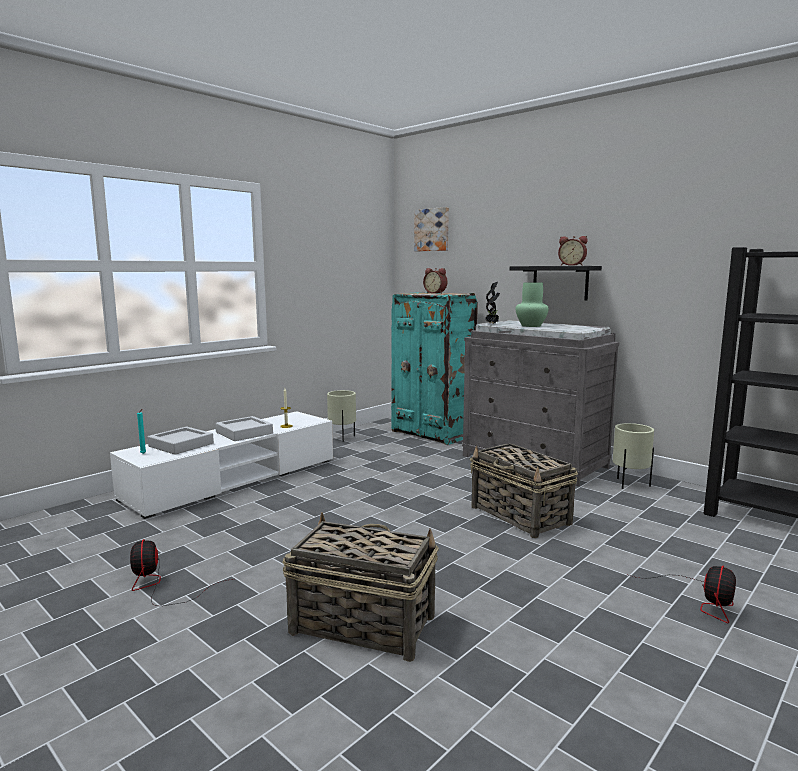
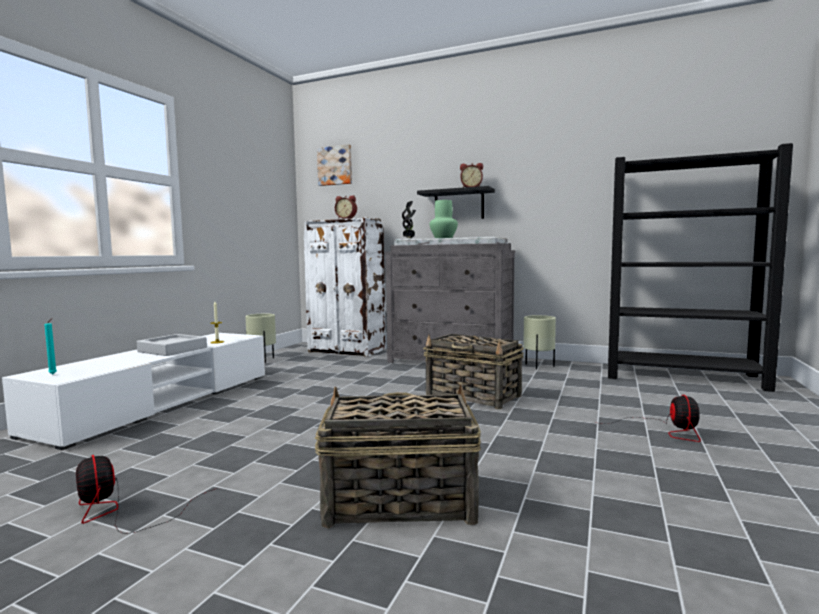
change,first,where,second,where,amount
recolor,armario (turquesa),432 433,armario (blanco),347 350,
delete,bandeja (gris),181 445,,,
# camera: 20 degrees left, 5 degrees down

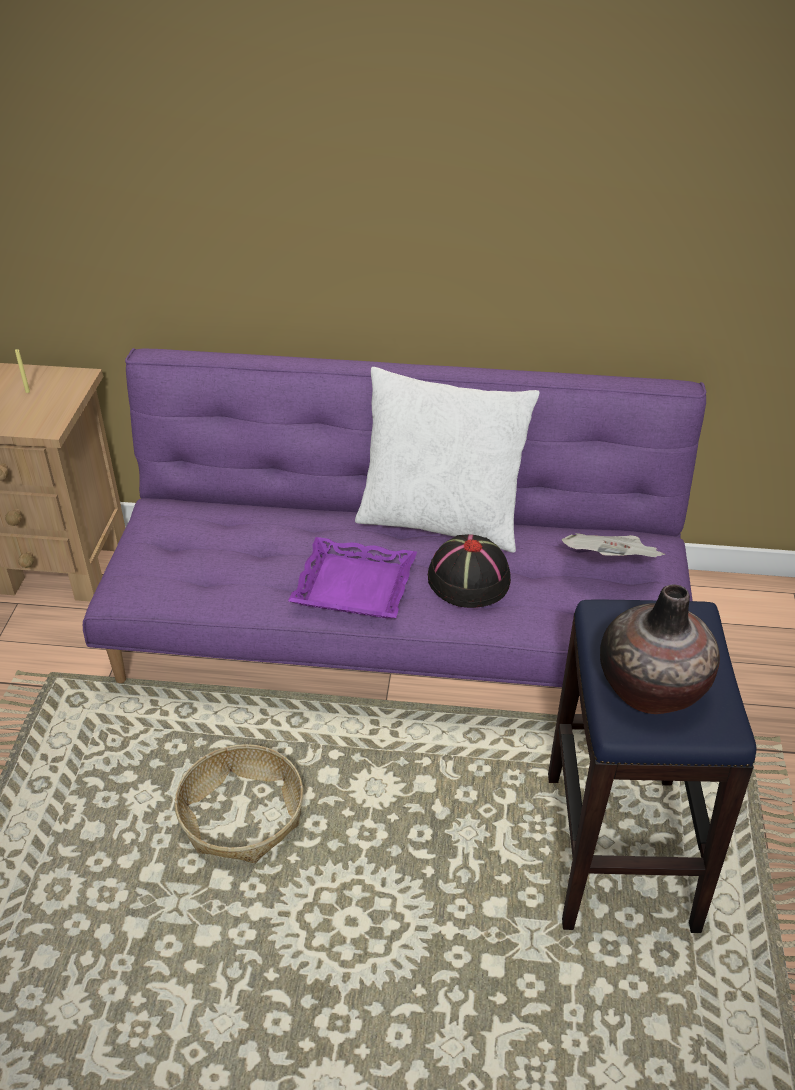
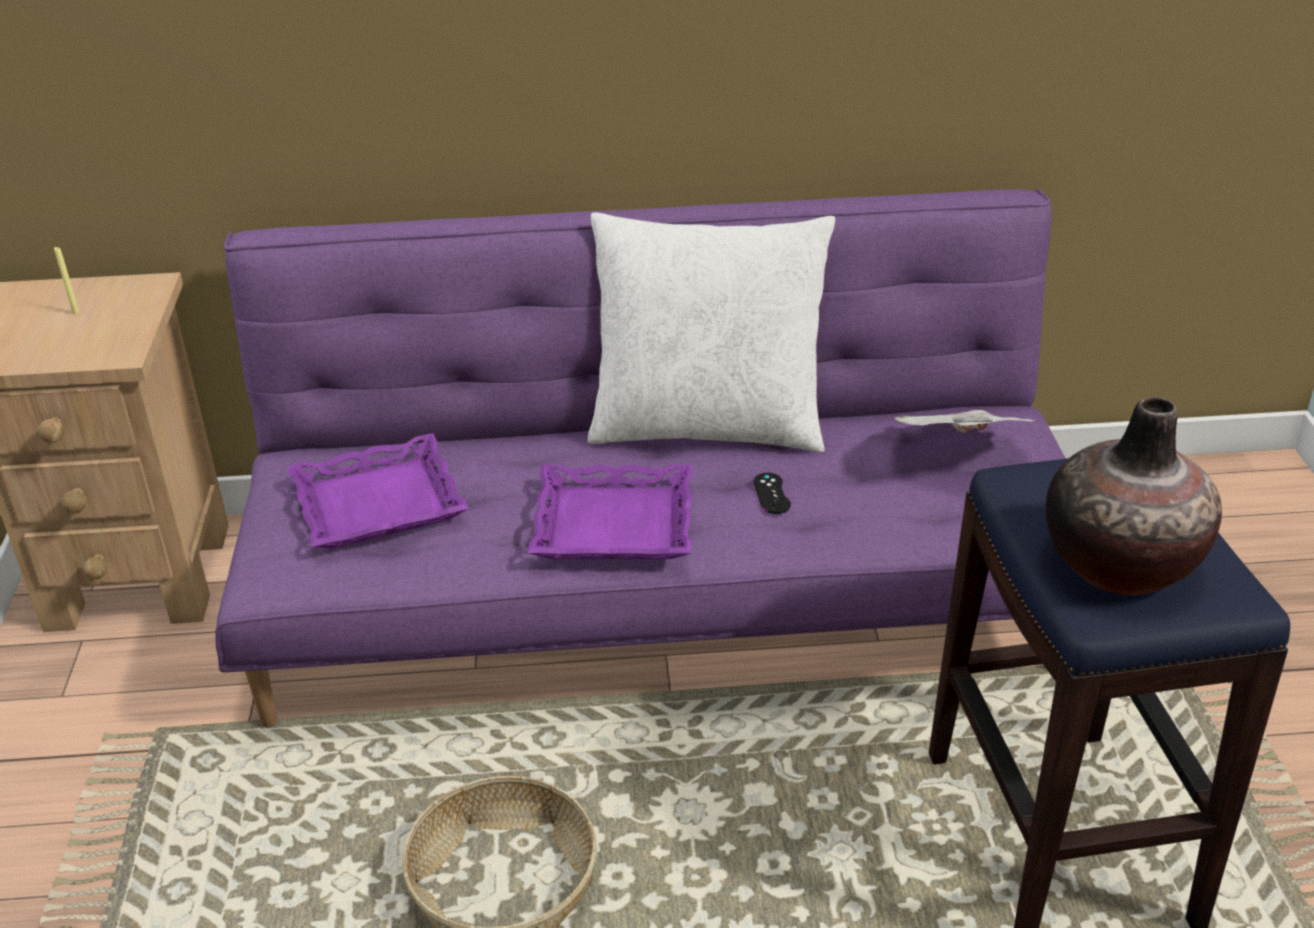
change,first,where,second,where,amount
replace,sombrero (negro),468 579,mando de consola (negro),771 494,
insert,,,bandeja (morado),378 502,
# camera: 10 degrees left, 5 degrees down

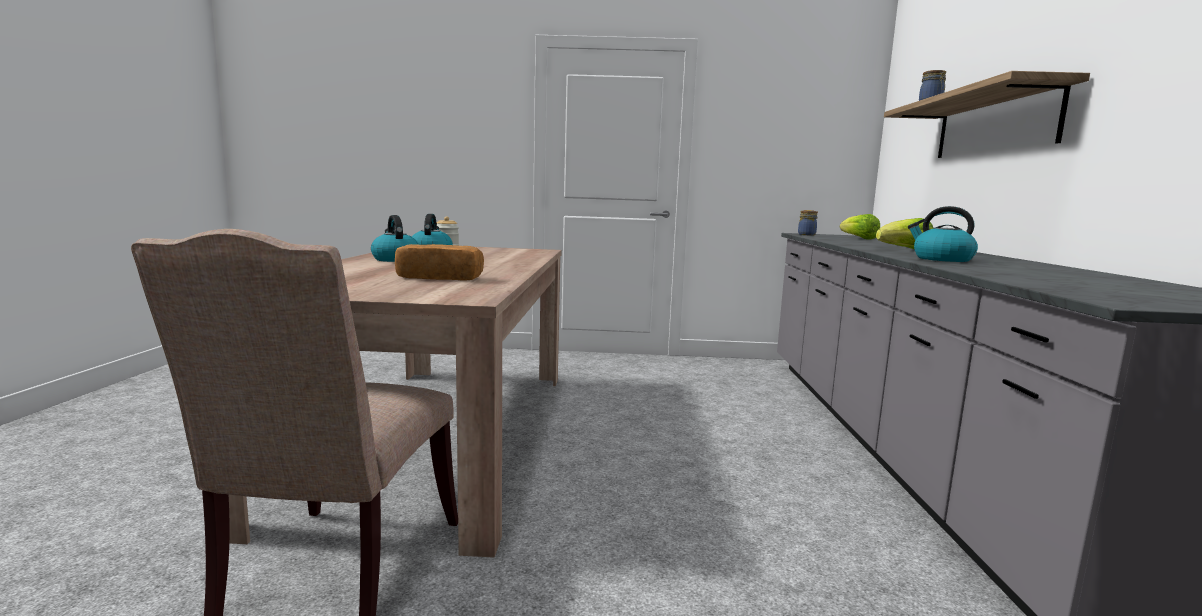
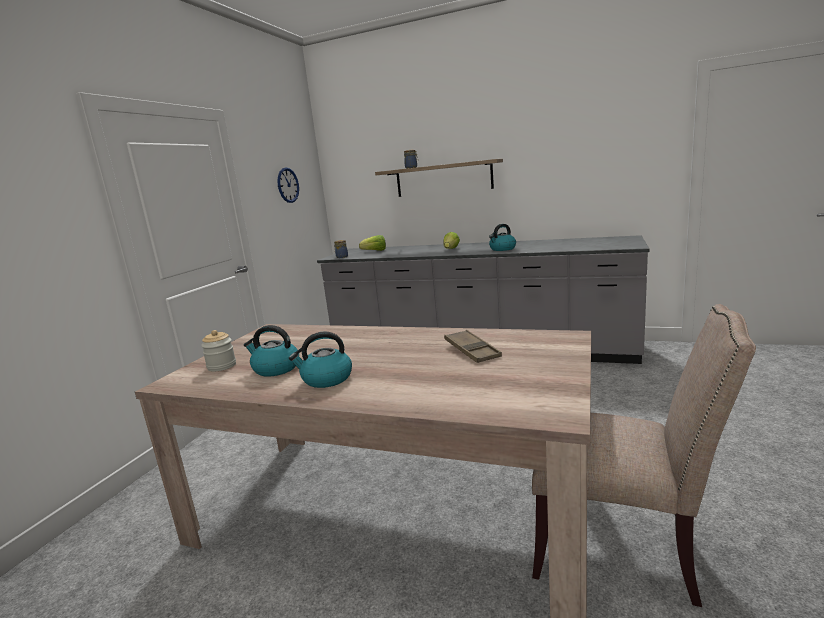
change,first,where,second,where,amount
replace,pan,440 278,bandeja (marrón),472 351,
insert,,,reloj de pared,288 185,
# camera: 70 degrees left, 5 degrees up

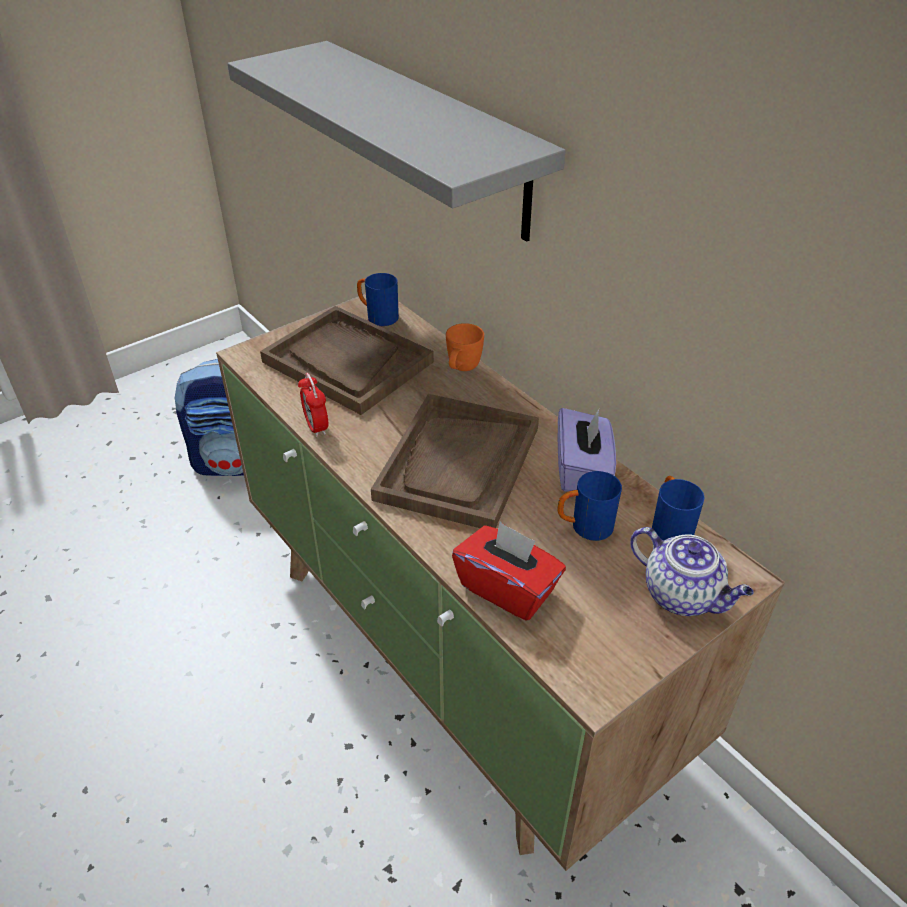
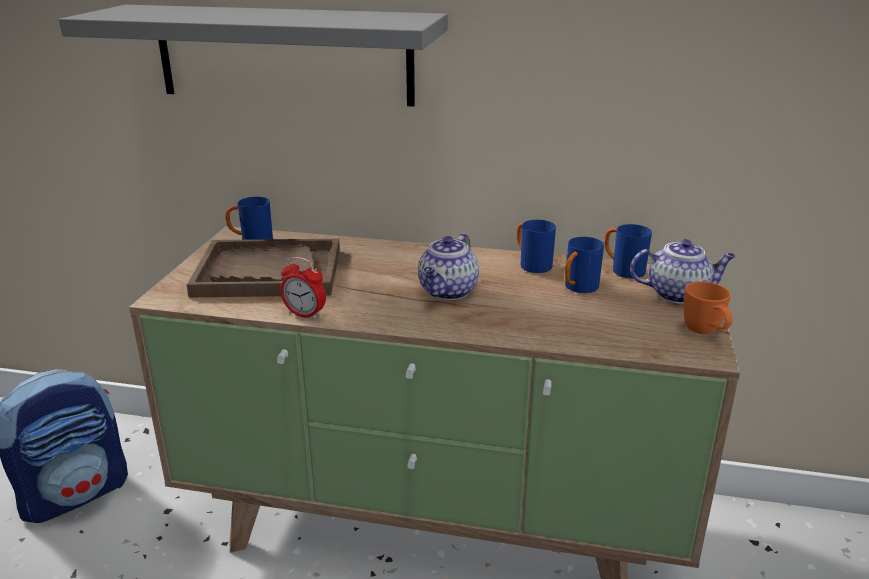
change,first,where,second,where,amount
move,taza grande (naranja),461 369,,706 333,
replace,bandeja (marrón),458 463,tetera,448 292,
replace,caja de pañuelos (morado),582 470,taza grande (azul),531 264,
delete,caja de pañuelos (rojo),507 588,,,
# camera: 40 degrees left, 15 degrees down

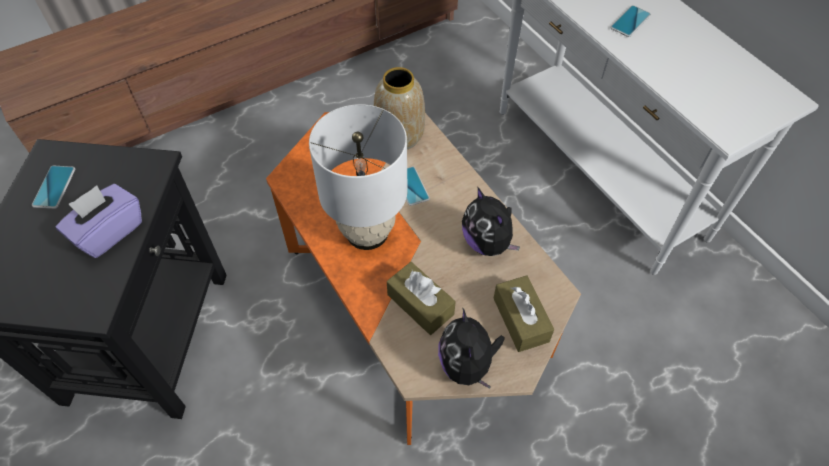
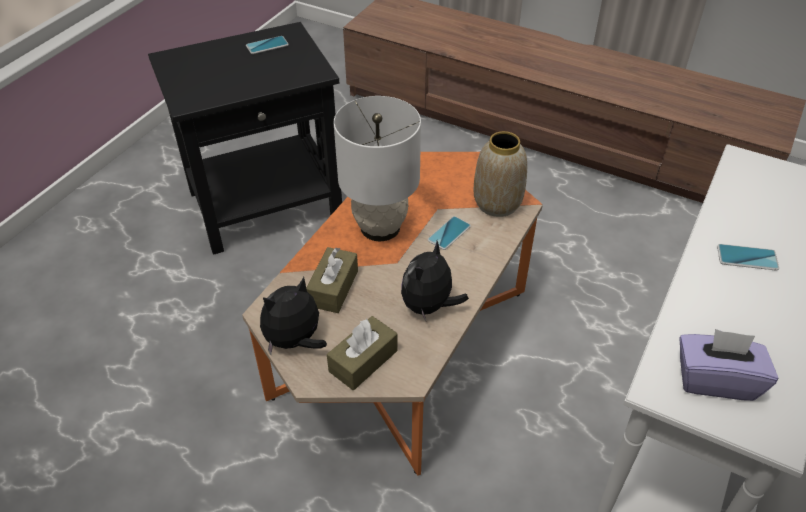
change,first,where,second,where,amount
move,caja de pañuelos (morado),108 231,,715 379,
# camera: 60 degrees right, 10 degrees down

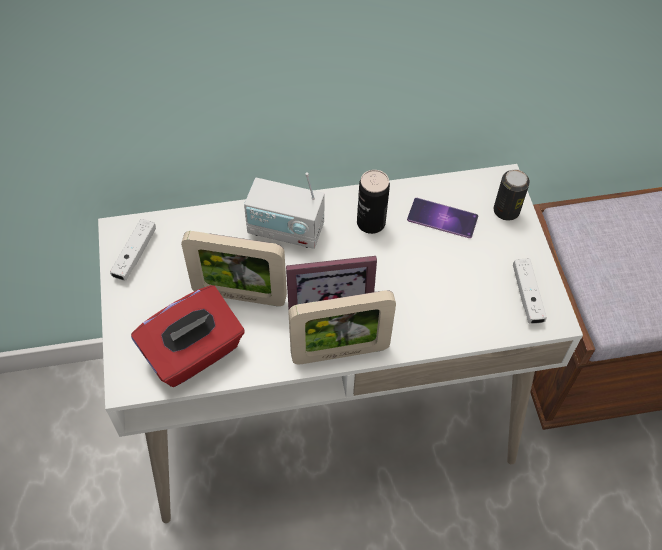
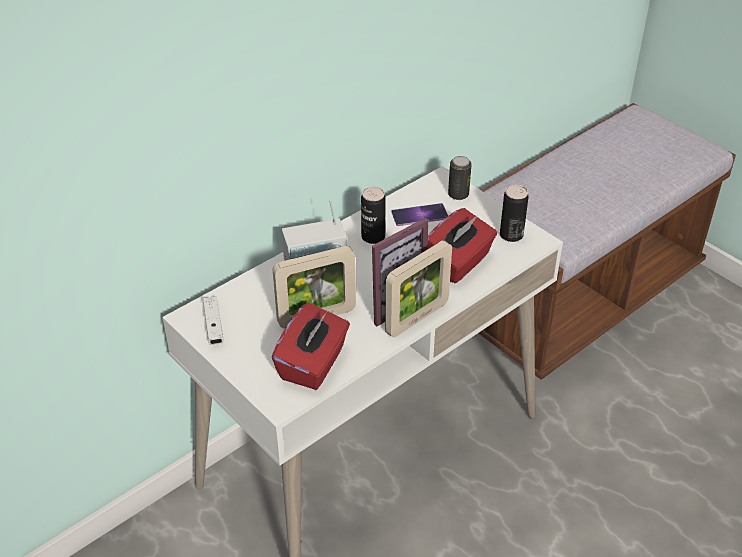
change,first,where,second,where,amount
replace,mando de consola (blanco),527 295,lata,511 235,
insert,,,caja de pañuelos (rojo),458 263,
# camera: 30 degrees left, 15 degrees down

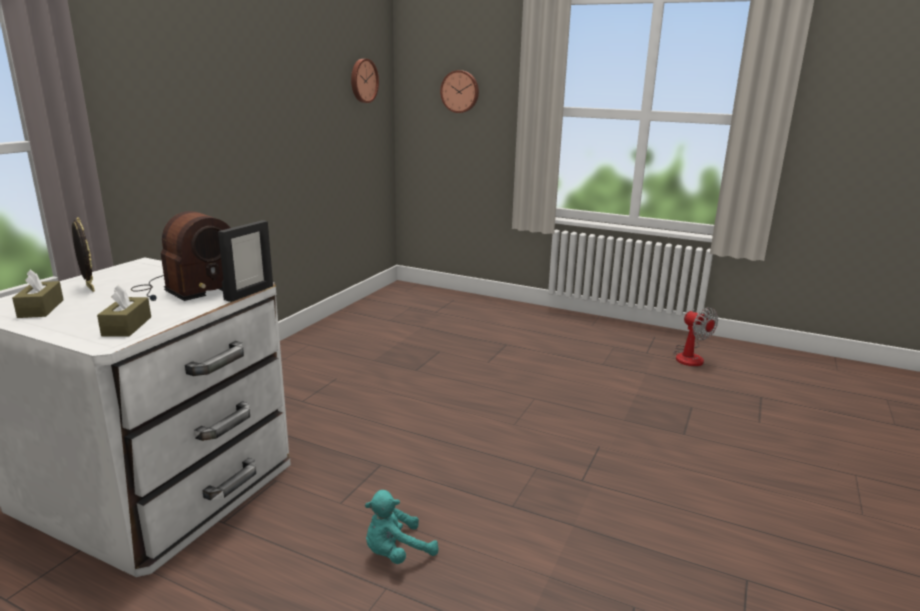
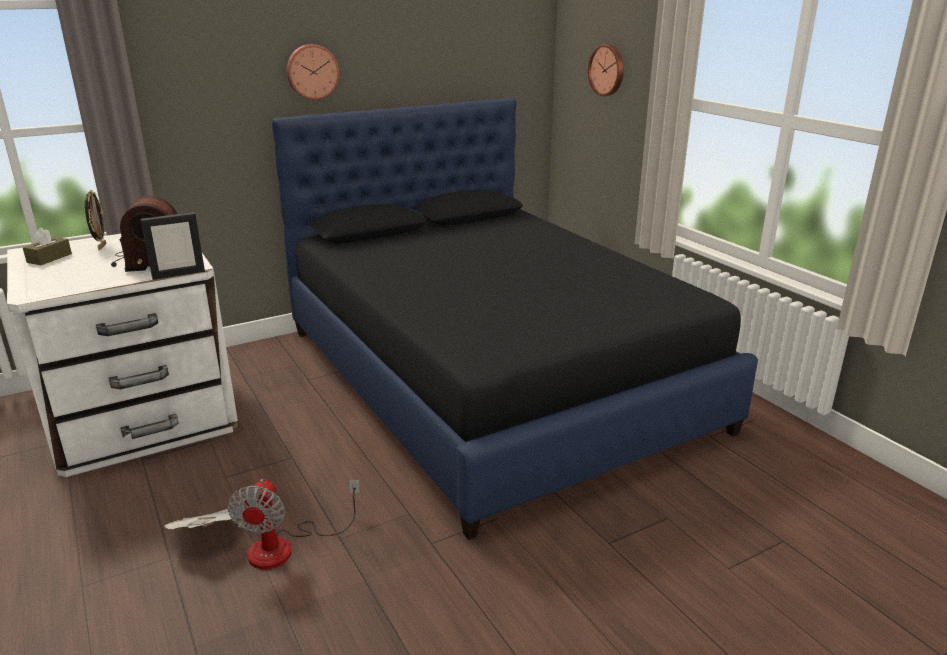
change,first,where,second,where,amount
move,reloj de pared,363 81,,312 72,
delete,caja de pañuelos (marrón),127 326,,,
move,ventilador,689 356,,286 547,
replace,peluche (turquesa),396 553,periódico,209 534,
insert,,,cama (negro),490 377,
# camera: 35 degrees right, 5 degrees up

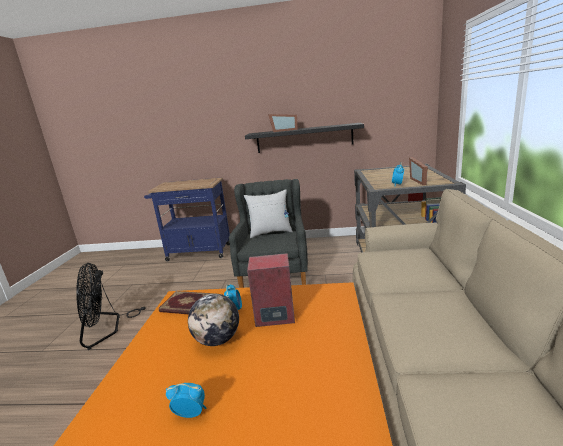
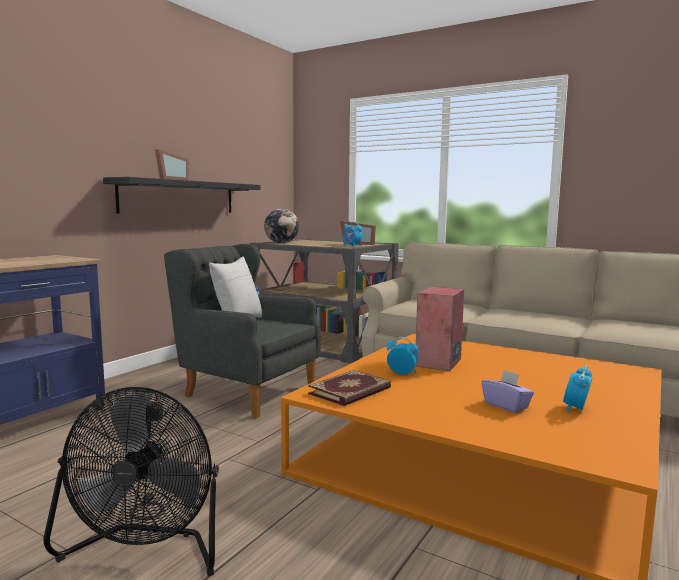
change,first,where,second,where,amount
move,globo terráqueo,218 340,,281 243,
insert,,,caja de pañuelos (morado),506 405,
# camera: 65 degrees left, 10 degrees down

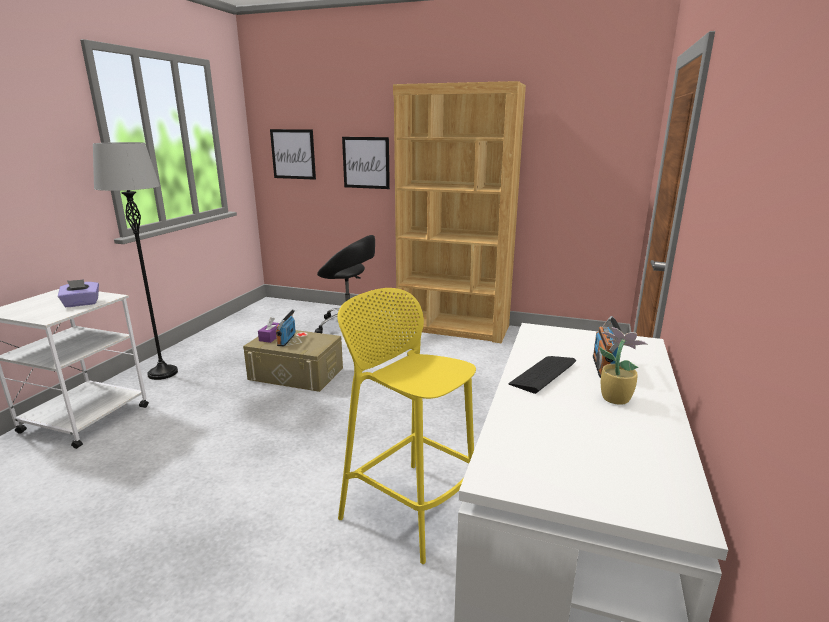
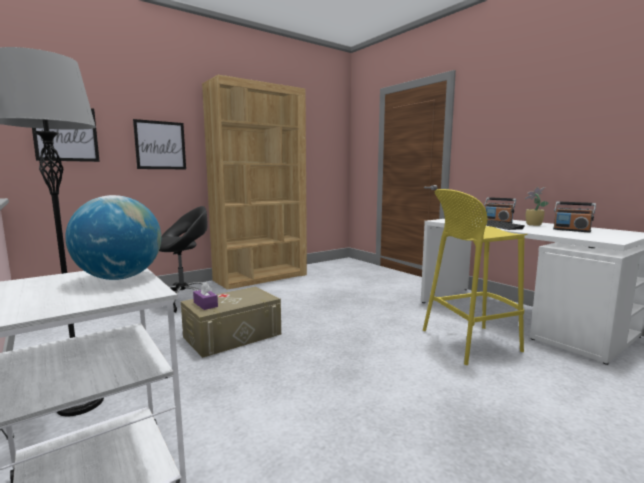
change,first,where,second,where,amount
replace,caja de pañuelos (morado),81 303,globo terráqueo,119 278,
move,radio,286 340,,571 230,
# camera: 55 degrees left, 10 degrees down

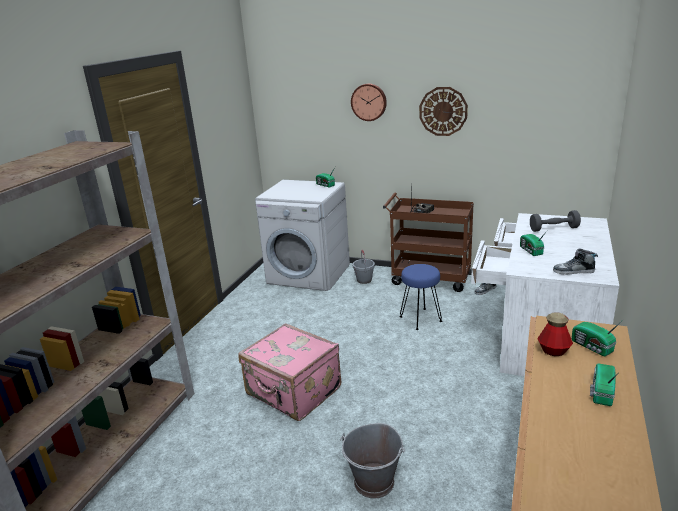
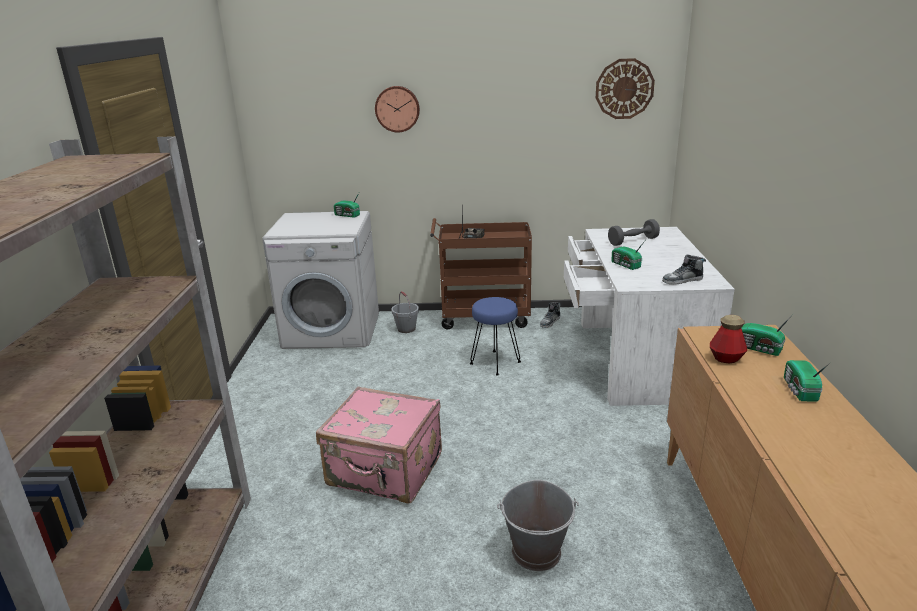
change,first,where,second,where,amount
move,reloj de pared,443 111,,624 89,
# camera: 20 degrees left, 0 degrees up

